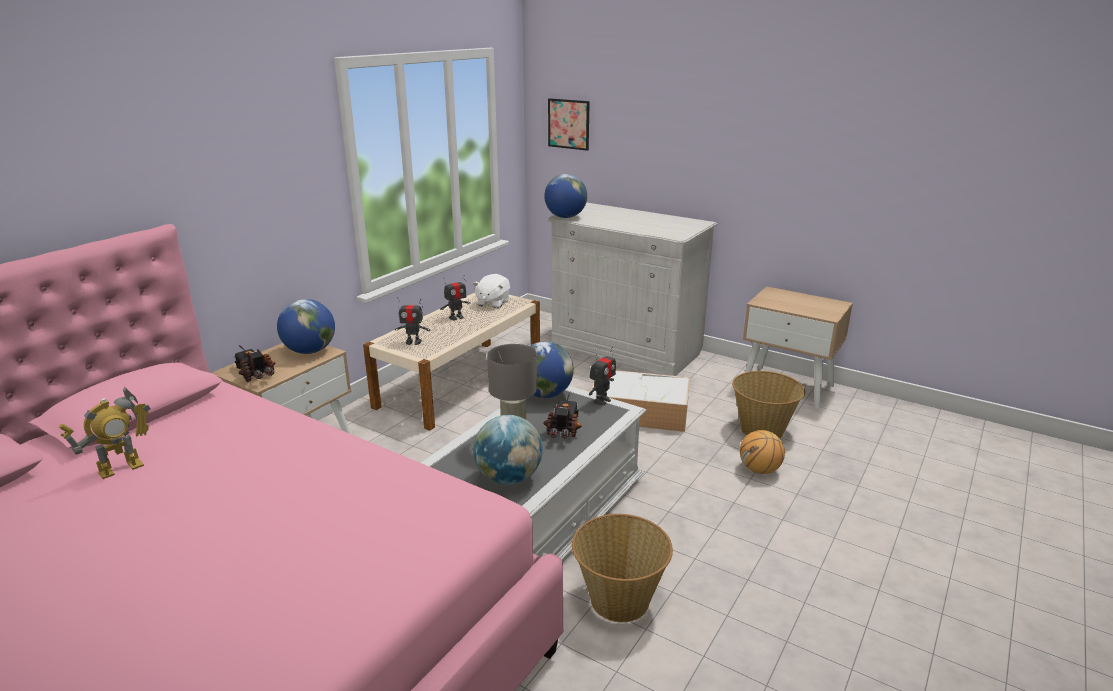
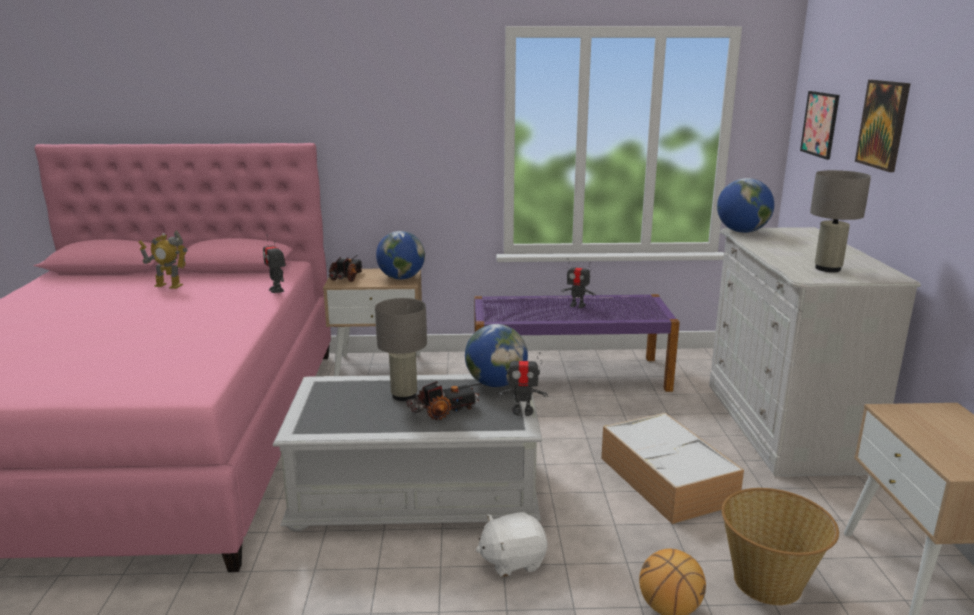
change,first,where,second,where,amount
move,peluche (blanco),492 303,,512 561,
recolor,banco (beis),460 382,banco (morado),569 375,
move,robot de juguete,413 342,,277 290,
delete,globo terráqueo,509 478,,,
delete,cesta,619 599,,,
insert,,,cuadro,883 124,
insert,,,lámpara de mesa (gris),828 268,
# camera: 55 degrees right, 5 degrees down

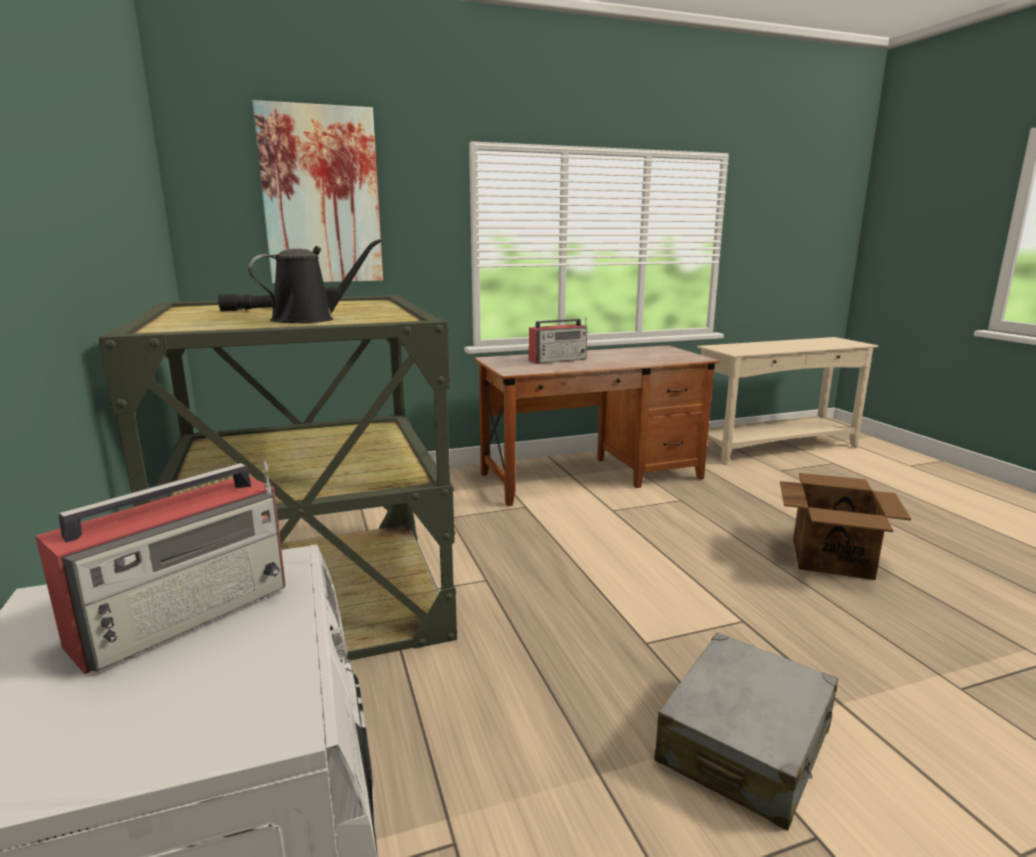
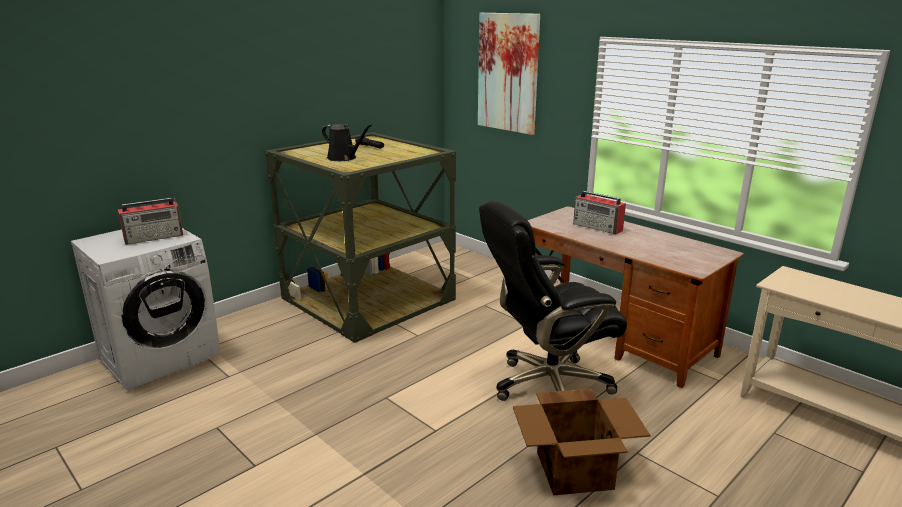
change,first,where,second,where,amount
rotate,radio,187 613,,155 237,45 degrees counterclockwise
delete,maleta (gris),745 745,,,
insert,,,silla de oficina (negro),546 386,
# camera: 65 degrees right, 5 degrees up

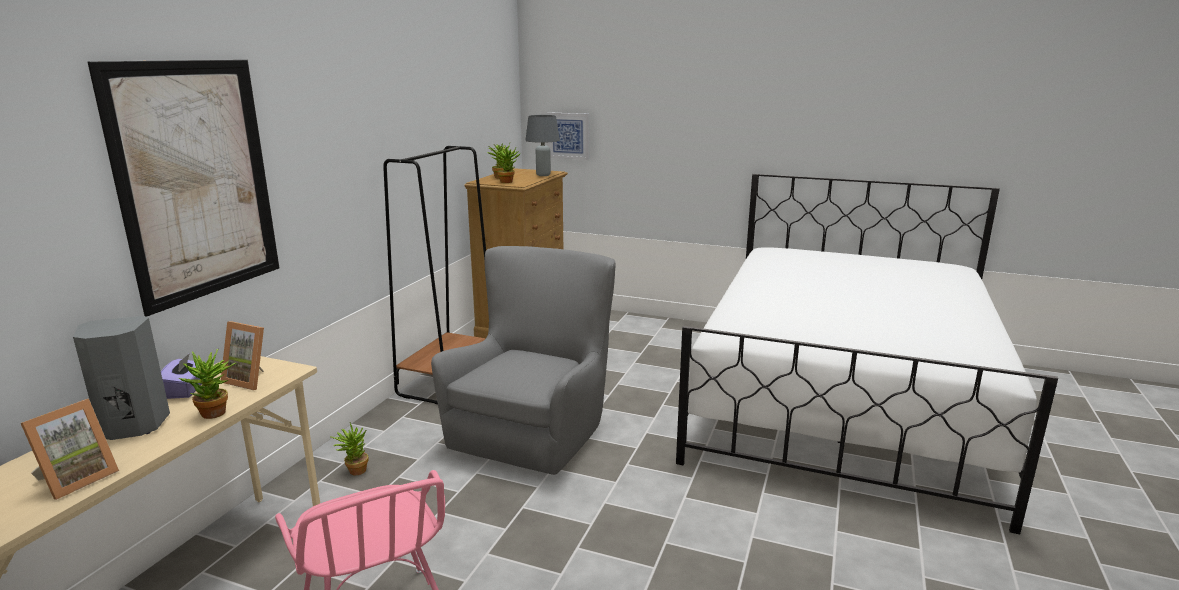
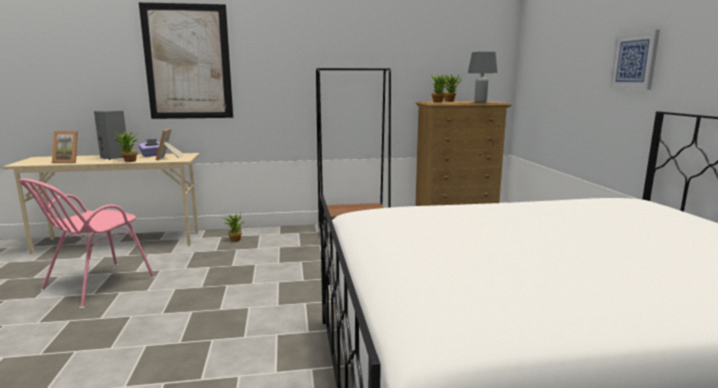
change,first,where,second,where,amount
move,cuadro,568 135,,634 61,
delete,sillón (gris),535 431,,,
# camera: 60 degrees right, 5 degrees down

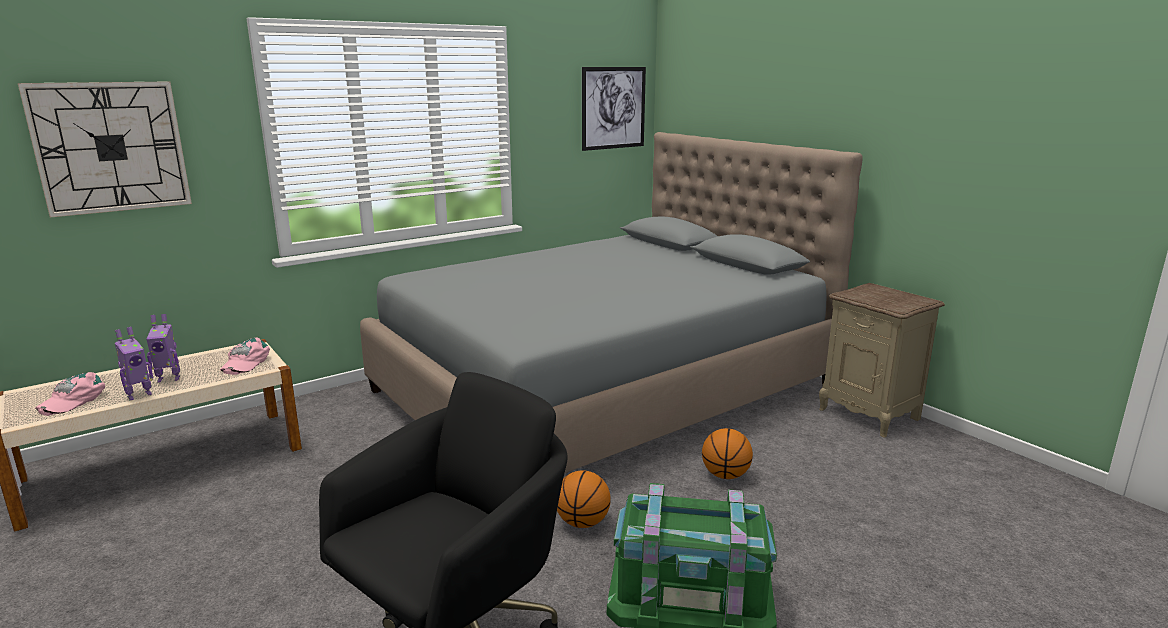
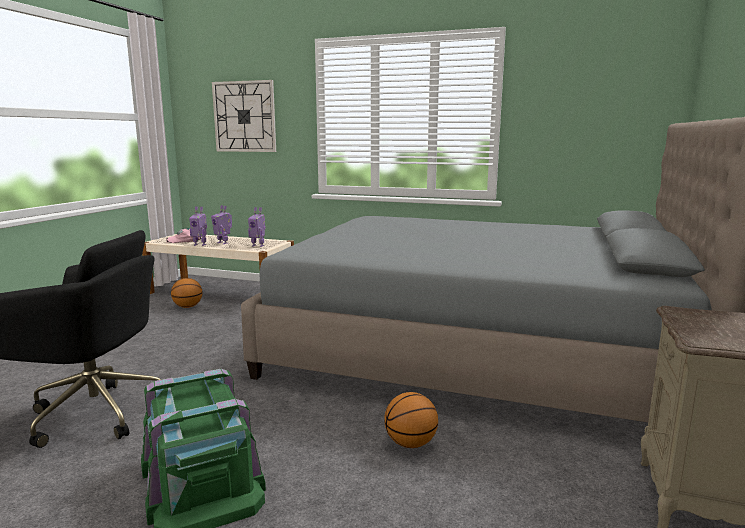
change,first,where,second,where,amount
delete,cuadro,613 108,,,
replace,gorra (rosa),245 362,robot de juguete,258 246,
move,balón de baloncesto,582 522,,187 307,
# camera: 55 degrees right, 5 degrees down

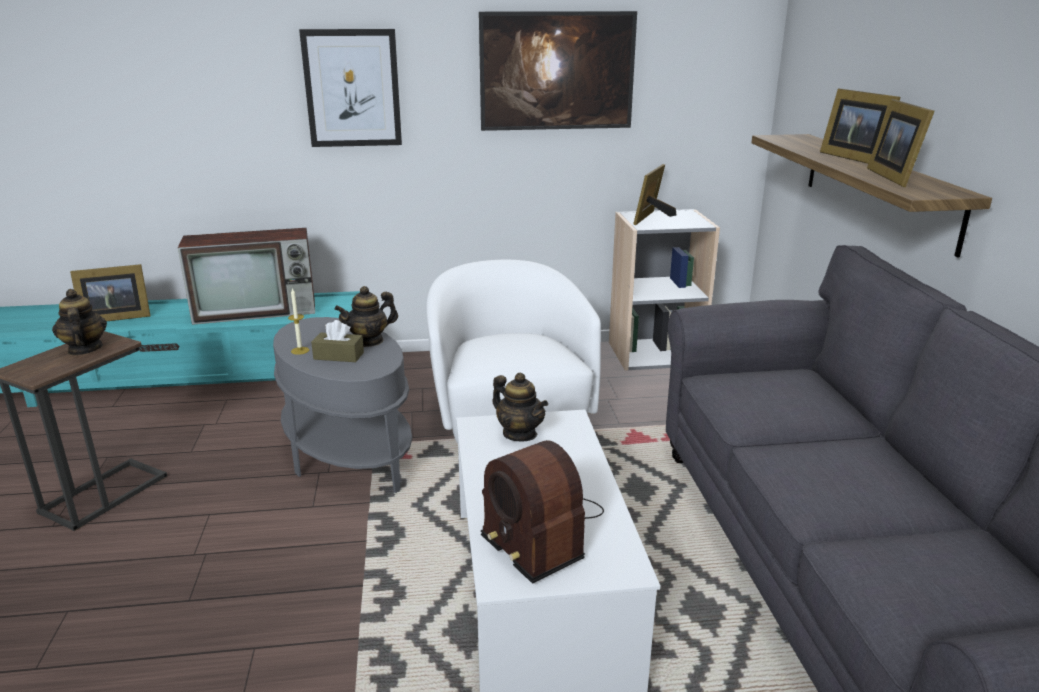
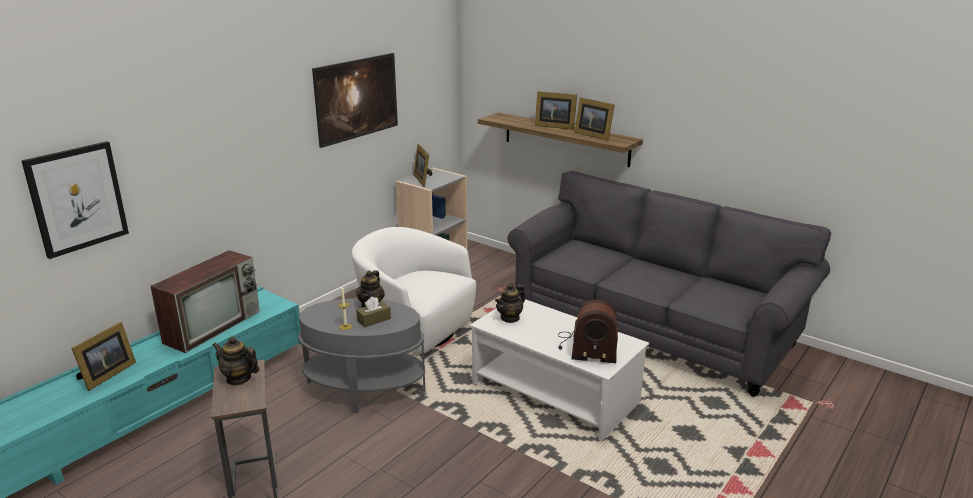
change,first,where,second,where,amount
move,cuadro,352 88,,77 198,
rotate,tetera,519 434,,510 318,135 degrees clockwise
# camera: 45 degrees left, 0 degrees up

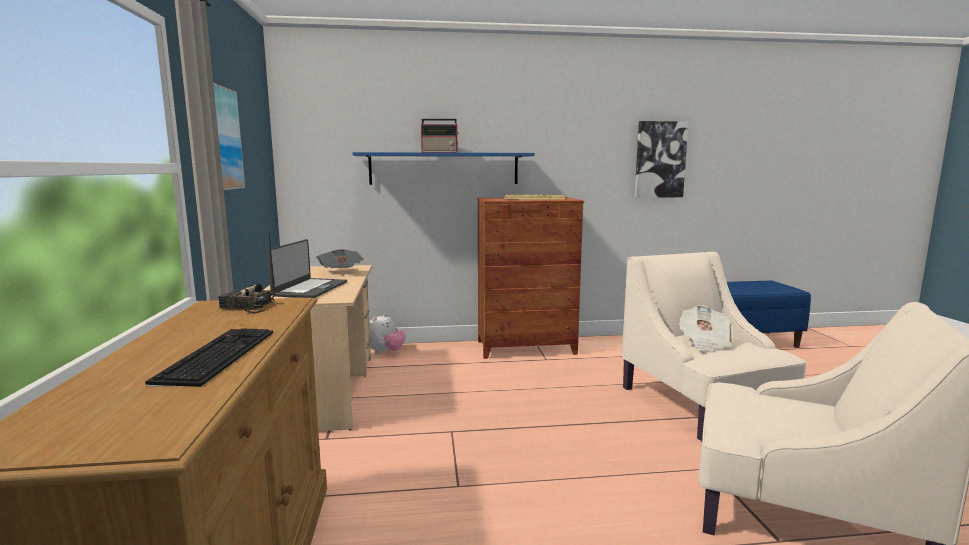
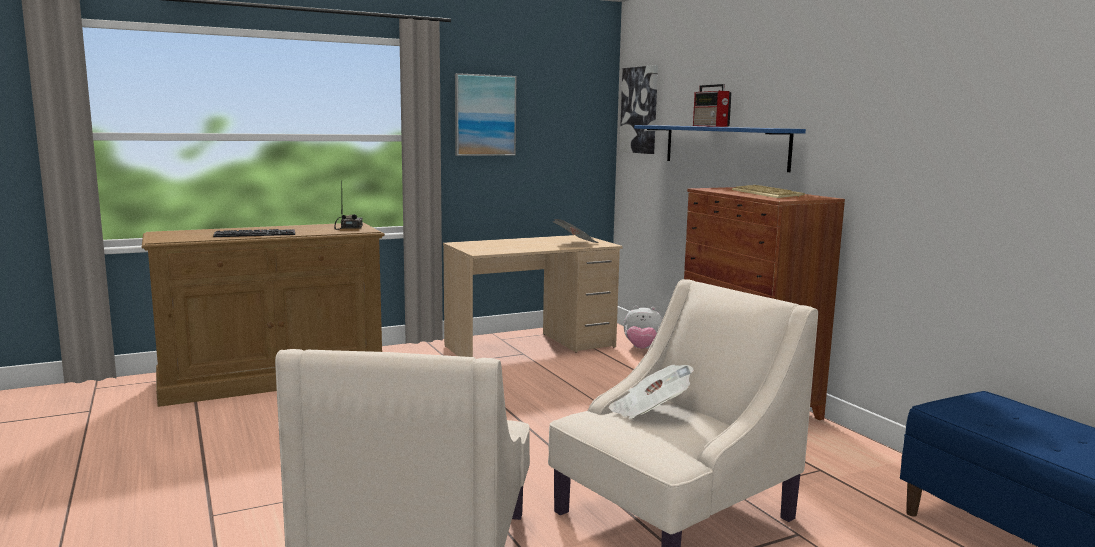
change,first,where,second,where,amount
move,cuadro,660 159,,640 110,
delete,portátil,310 289,,,
# camera: 70 degrees right, 0 degrees up

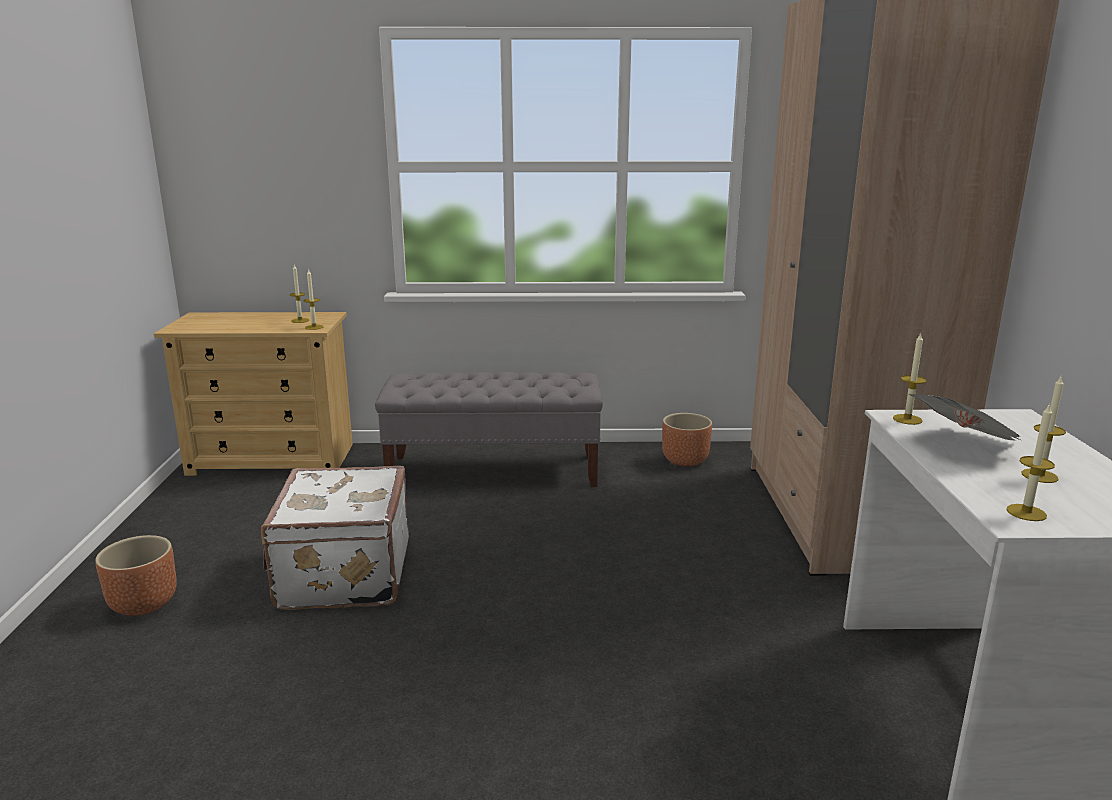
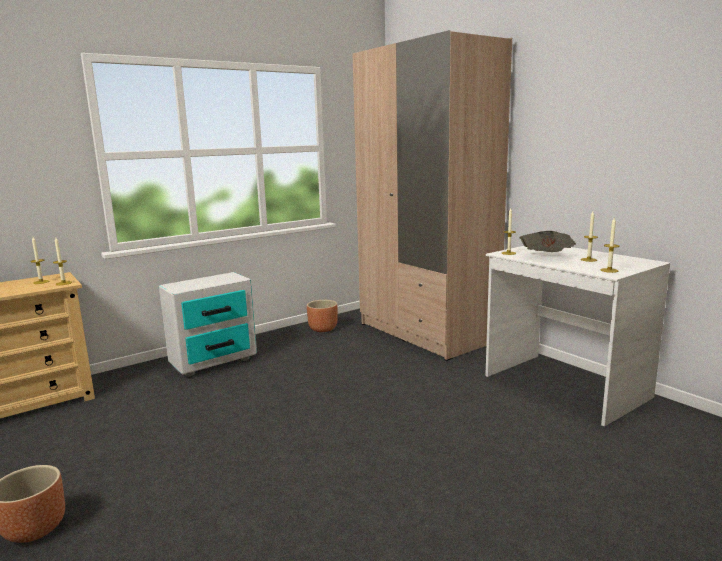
change,first,where,second,where,amount
replace,banco (gris),494 471,mesita de noche (blanco),214 364,
delete,maleta (blanco),342 575,,,
# camera: 35 degrees left, 5 degrees down

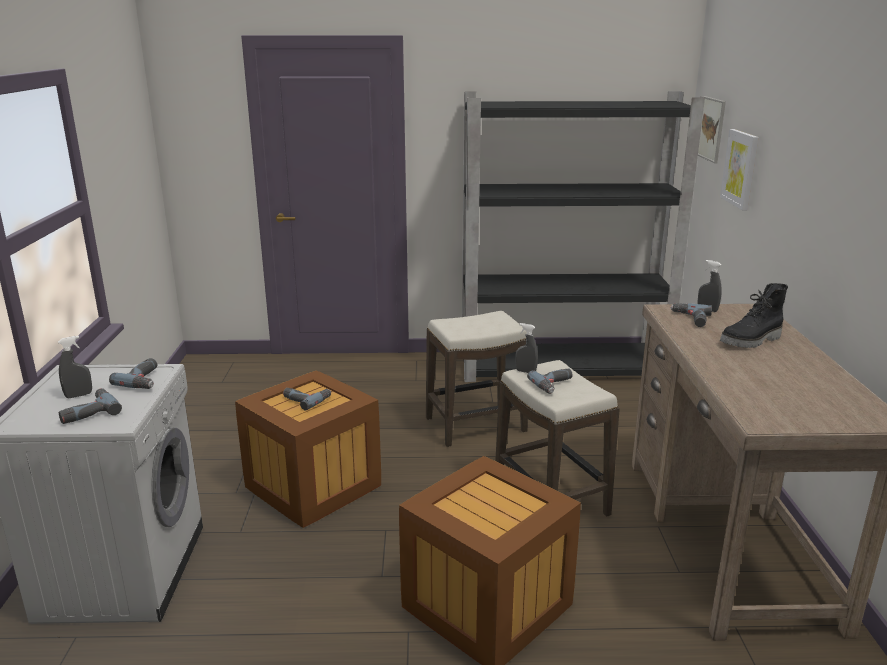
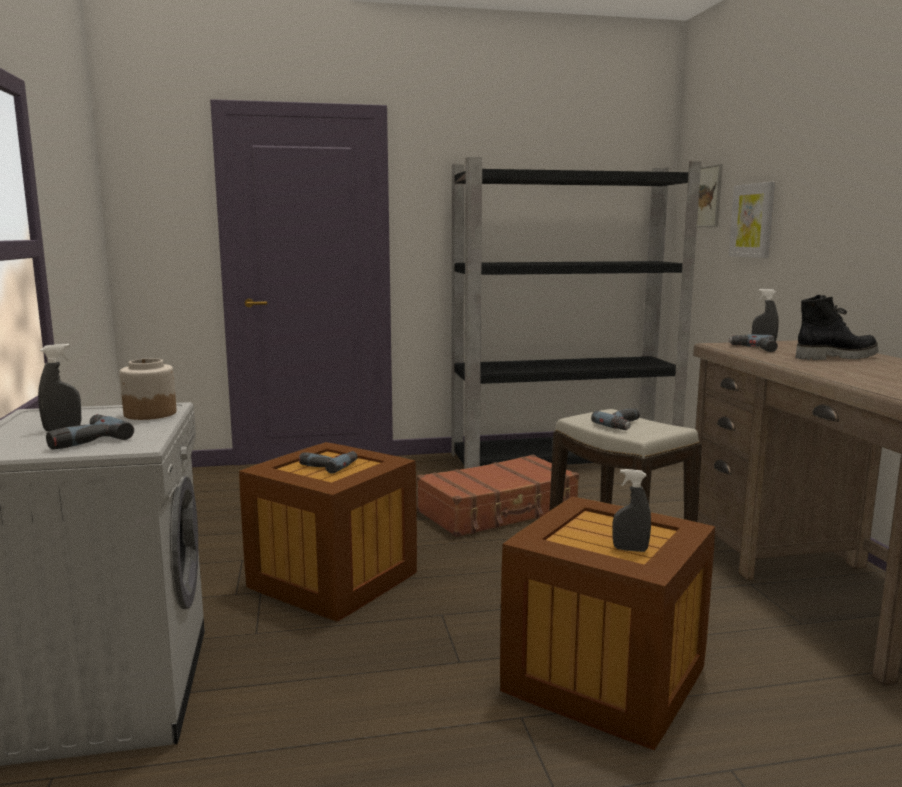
change,first,where,second,where,amount
rotate,bota (negro),751 341,,835 357,150 degrees counterclockwise
replace,taburete,475 425,maleta (marrón),499 511,
move,pulverizador (gris),525 371,,630 549,
replace,taladro,145 380,tarro,150 414,
# camera: 10 degrees left, 10 degrees down

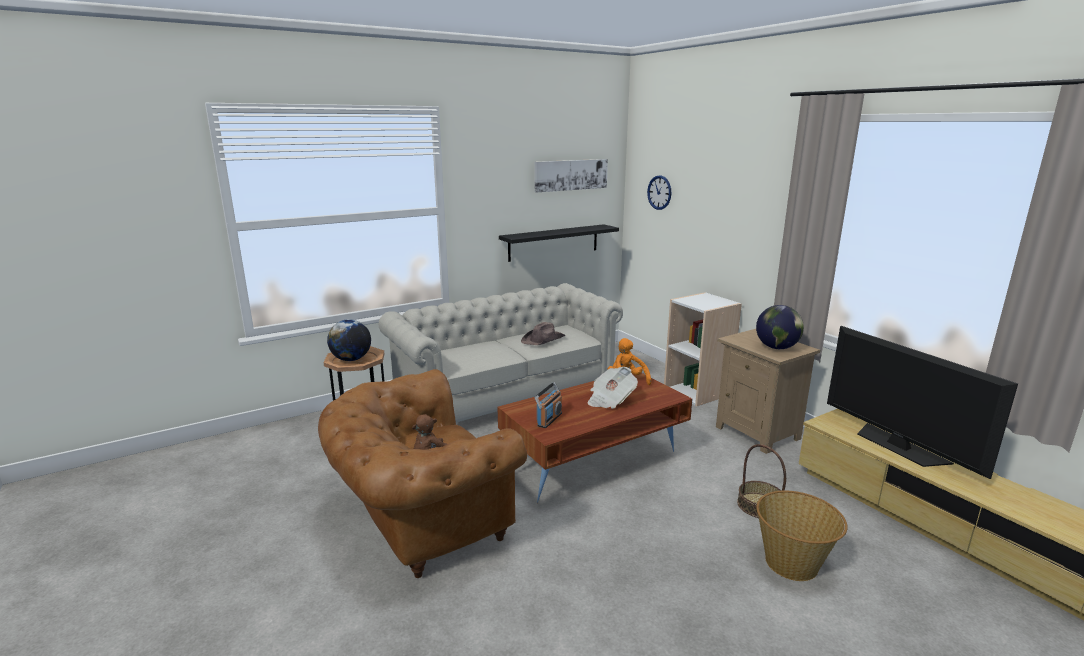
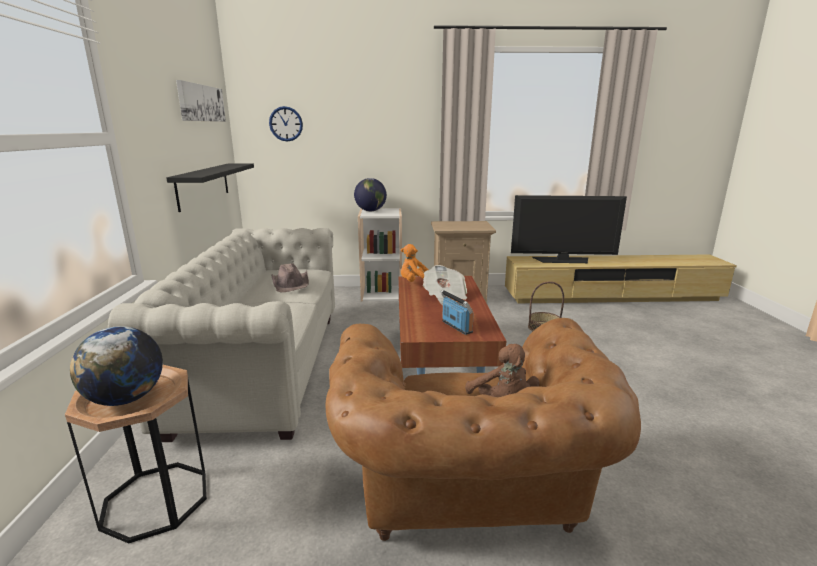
change,first,where,second,where,amount
move,globo terráqueo,776 348,,370 211,
delete,cesta,792 563,,,
# camera: 60 degrees left, 0 degrees up

